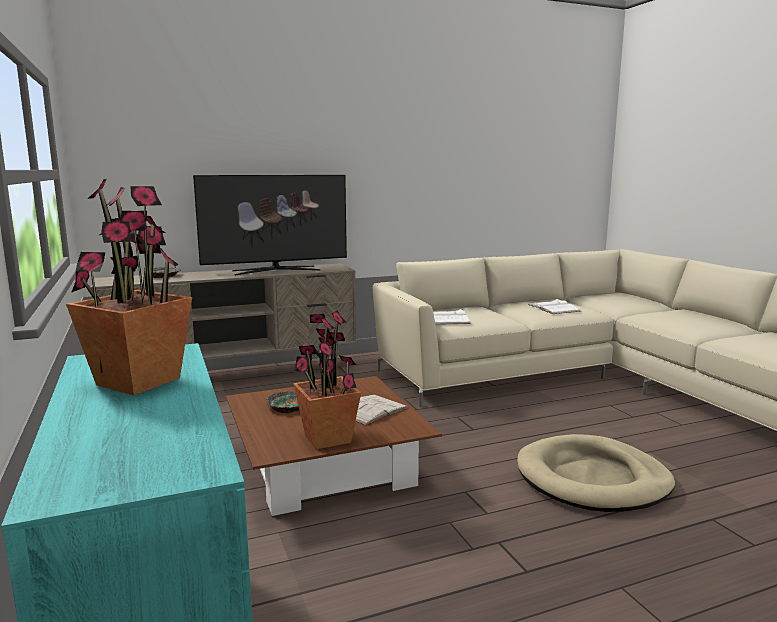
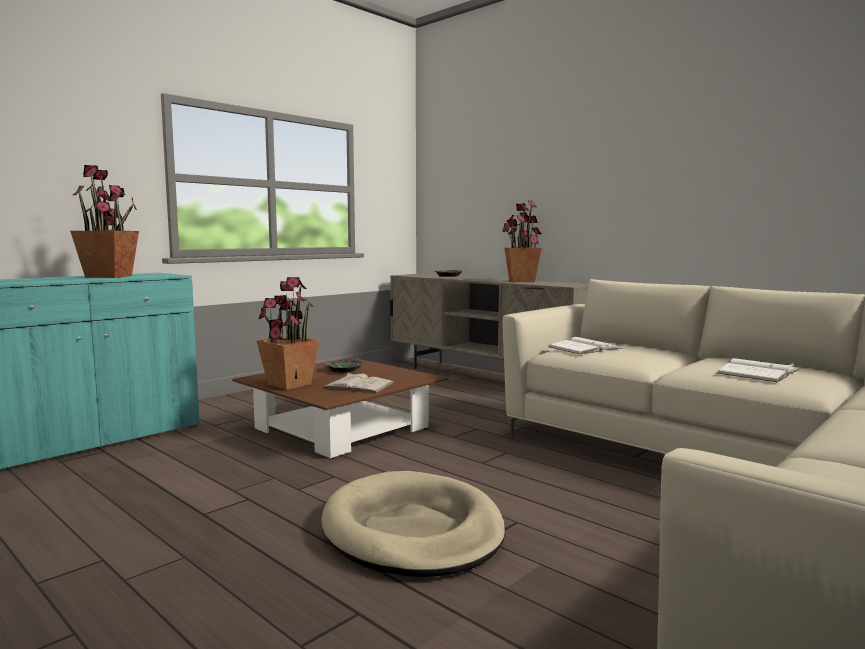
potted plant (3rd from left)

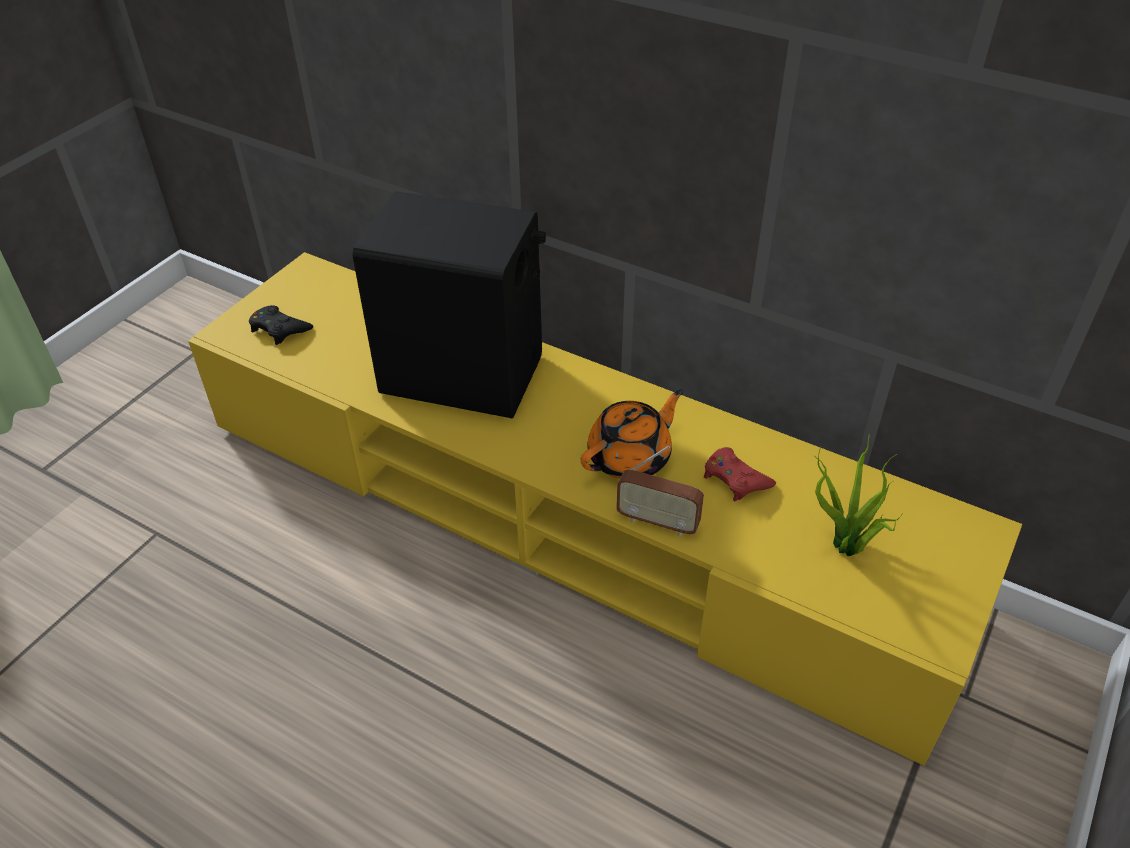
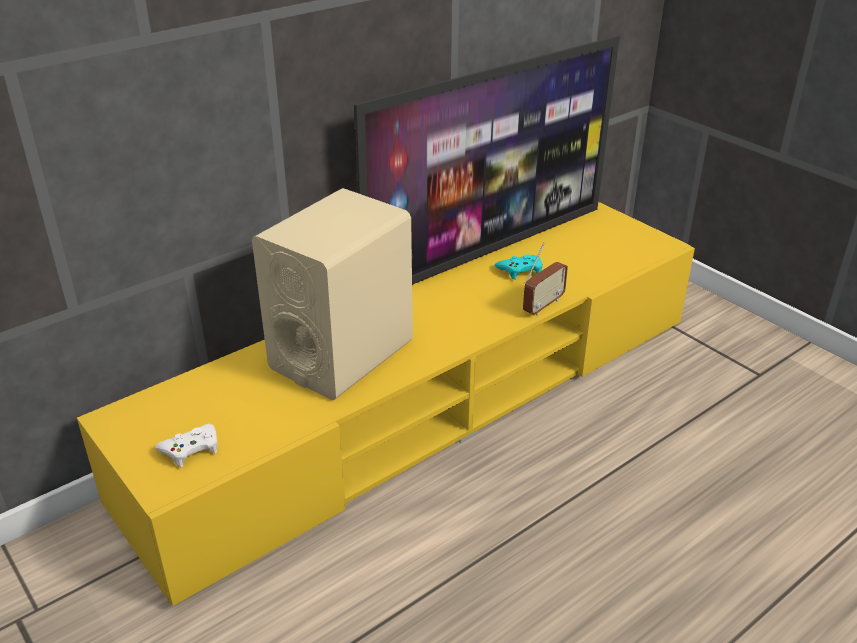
beige speaker
white game controller
orange teapot
potted plant
turquoise game controller
television

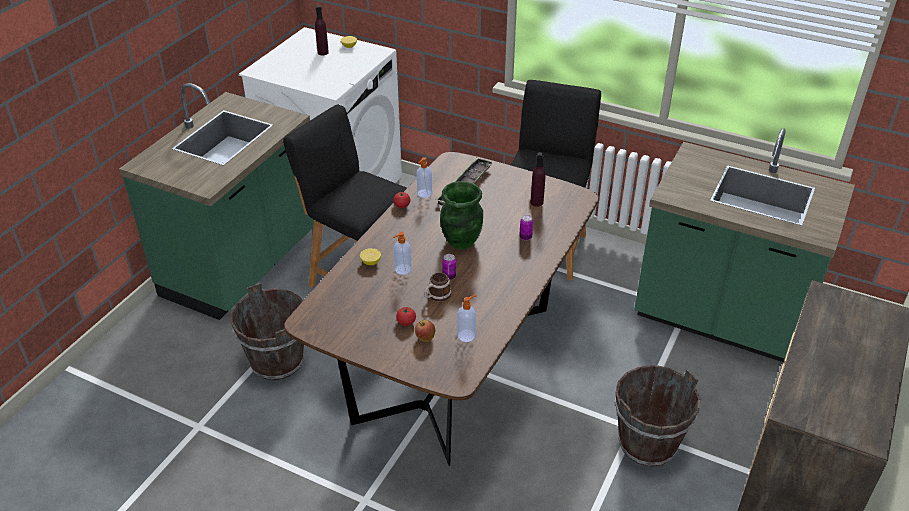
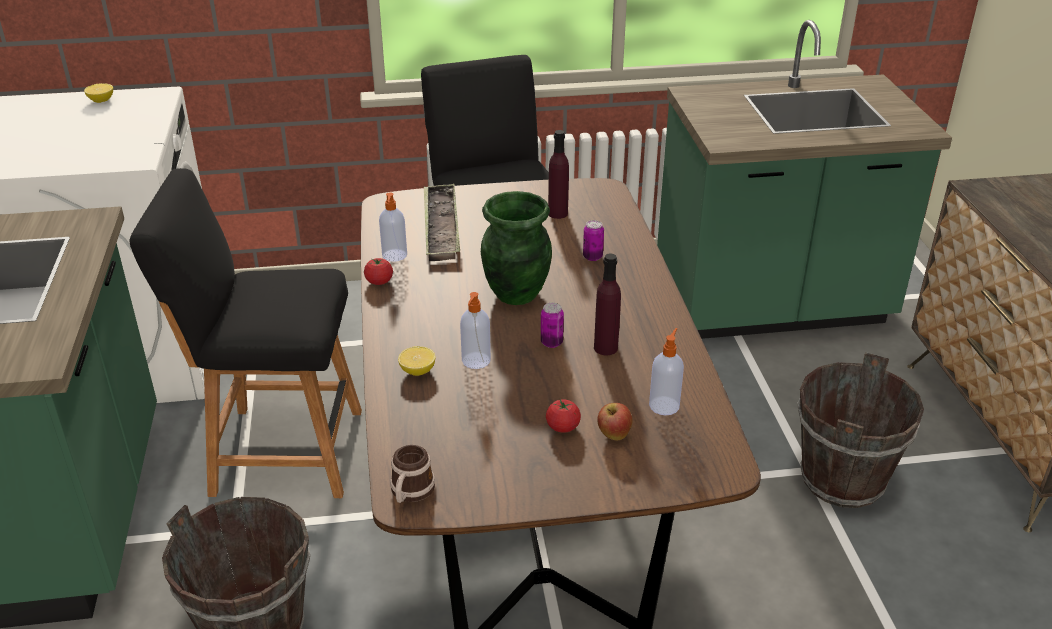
purple bottle (2nd from left)
mug

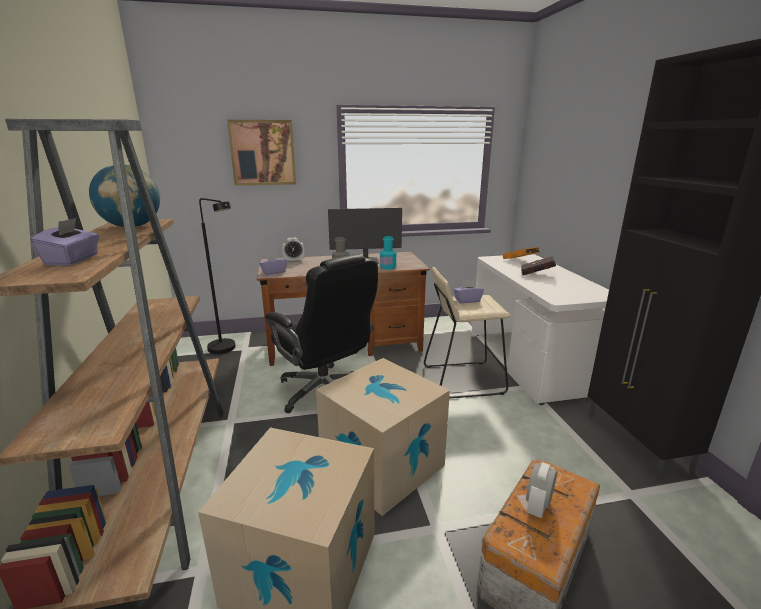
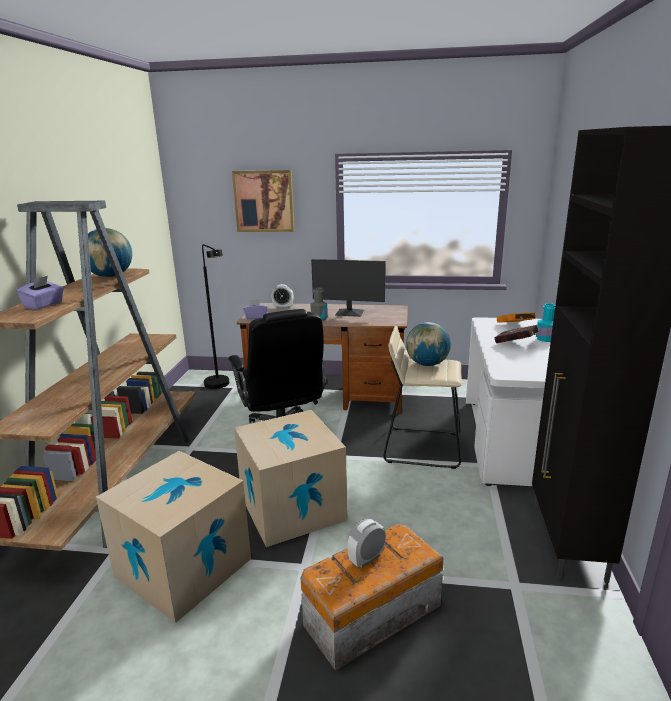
turquoise bottle
globe (2nd from left)

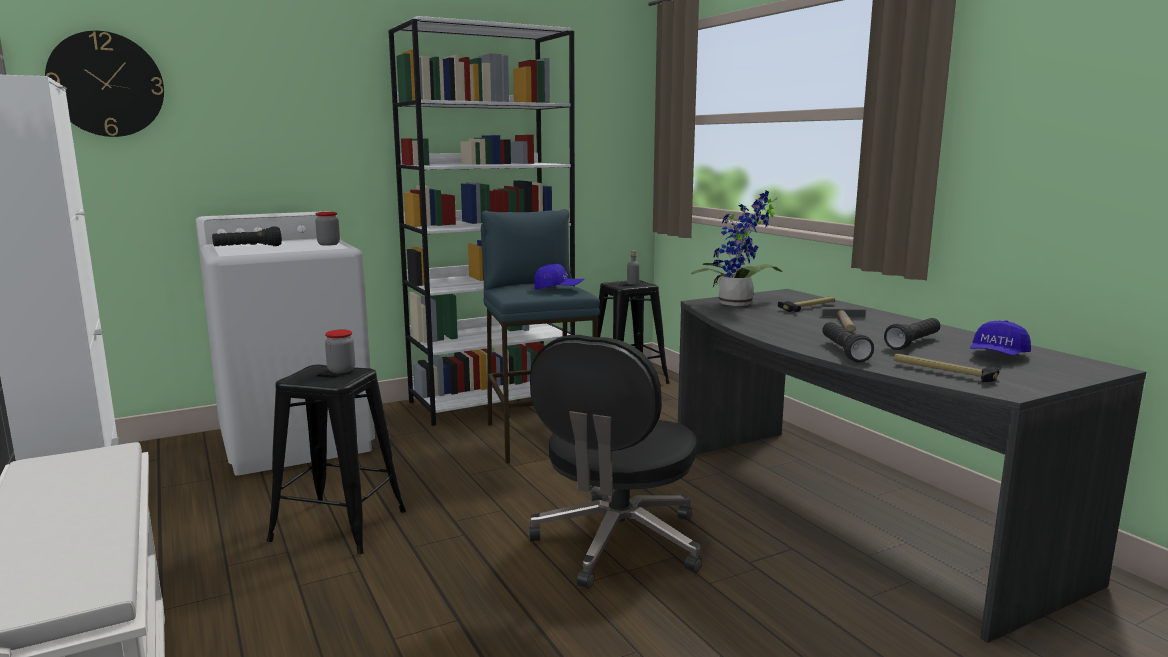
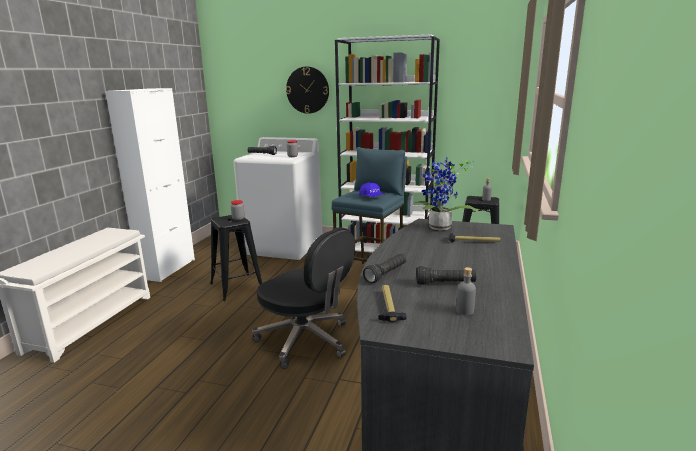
wall clock
hammer (2nd from left in the first image)
grey bottle (1st from left)
black office chair

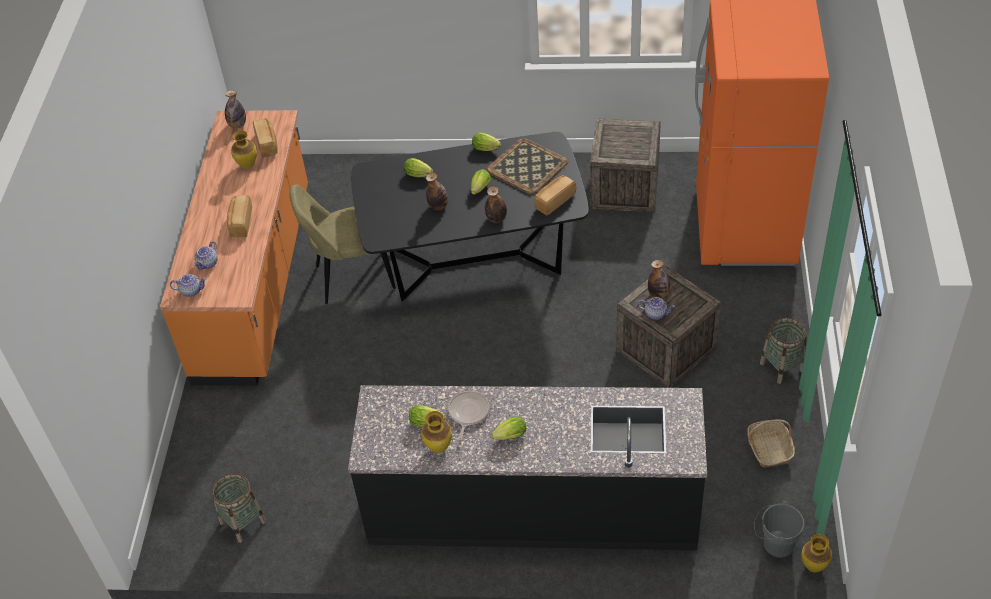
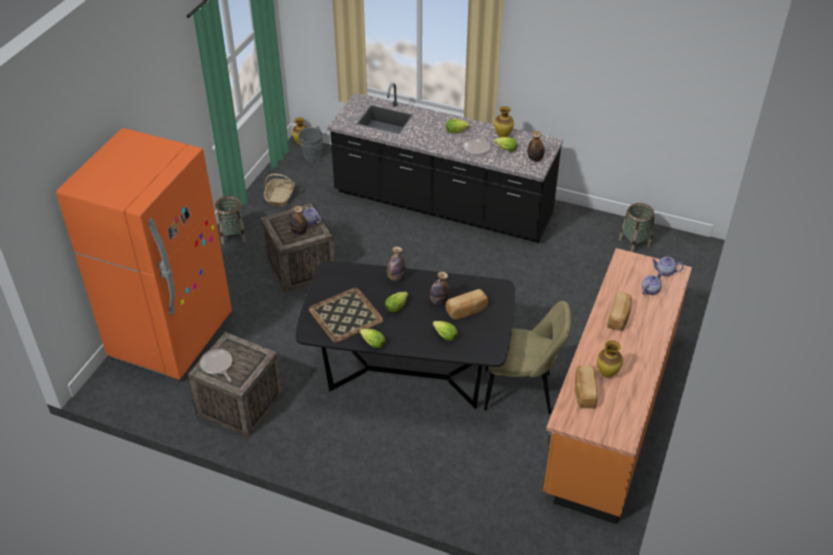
bottle (4th from left)
bread (1st from left)
frying pan (1st from left)

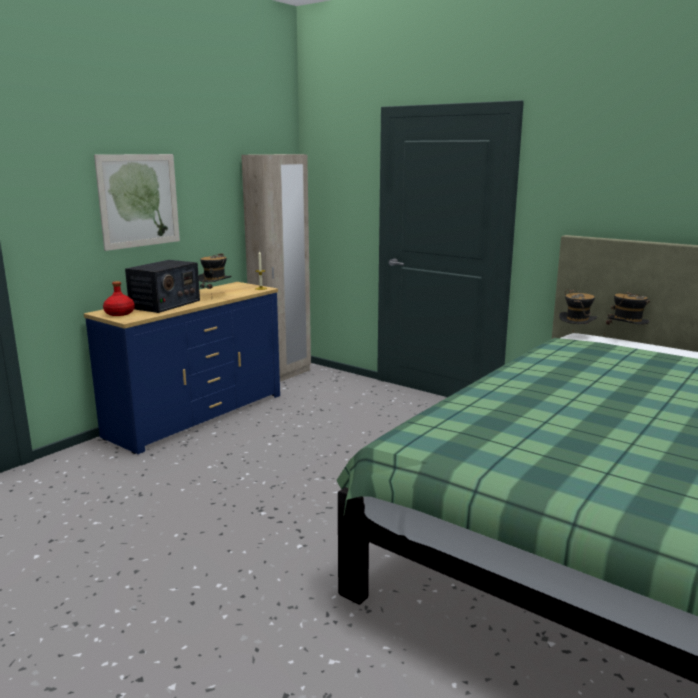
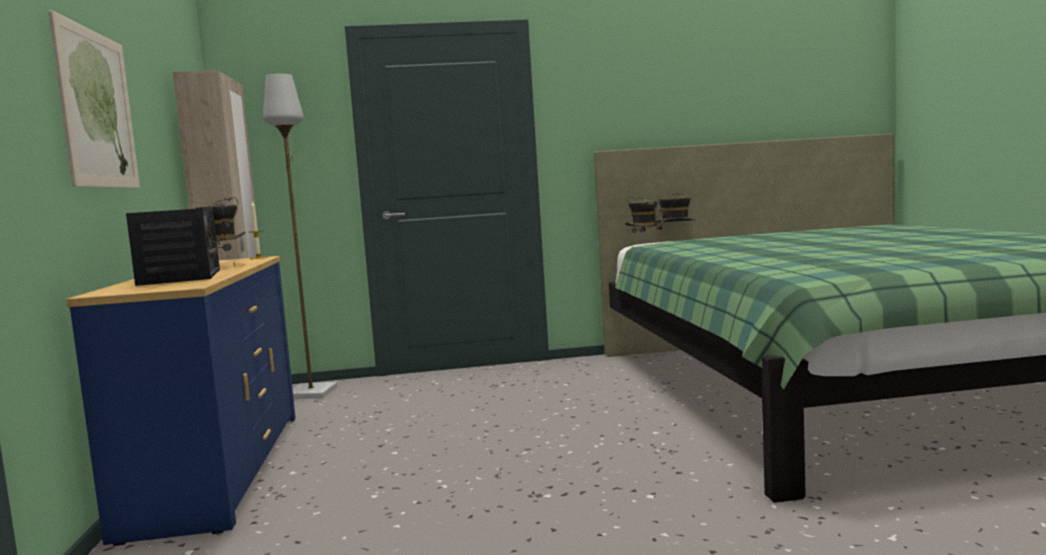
red bottle
grey floor lamp

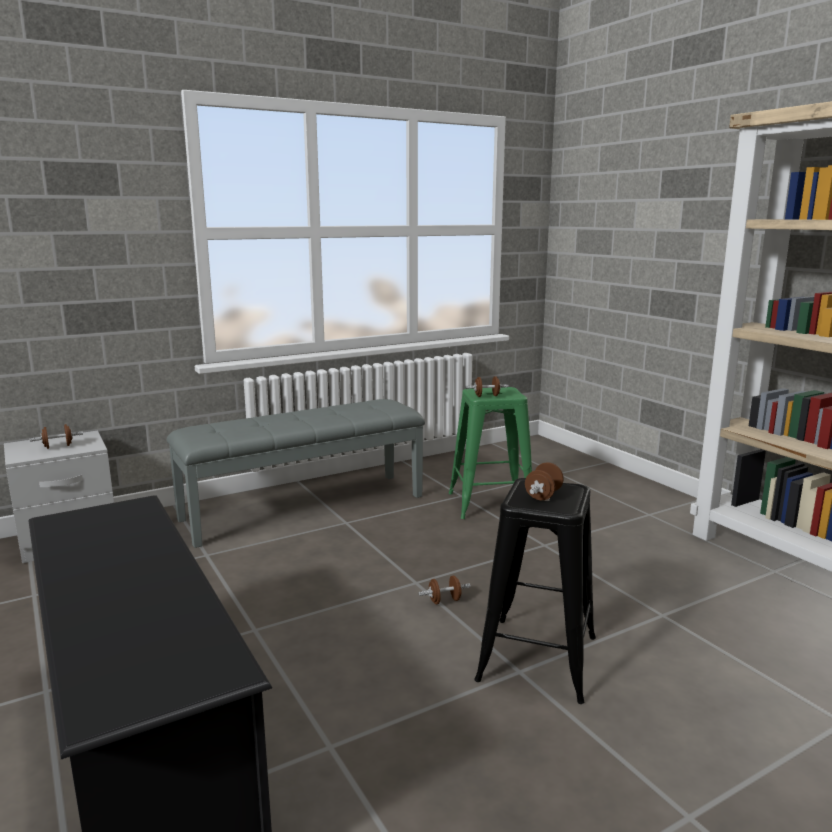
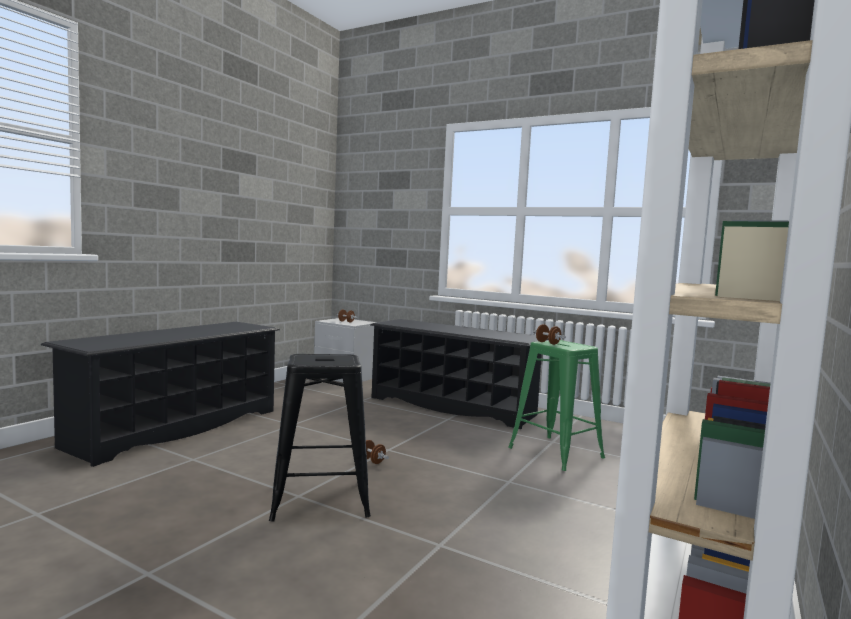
black shoe rack (2nd from left)
brown dumbbell (4th from left in the first image)

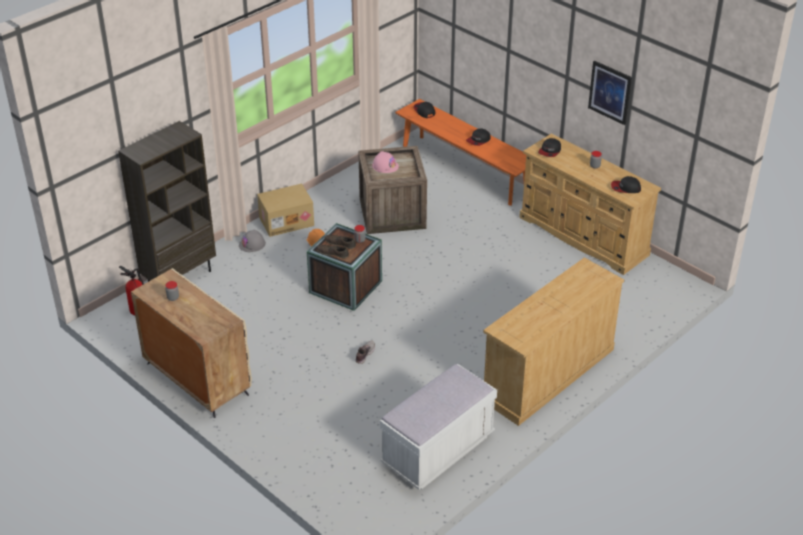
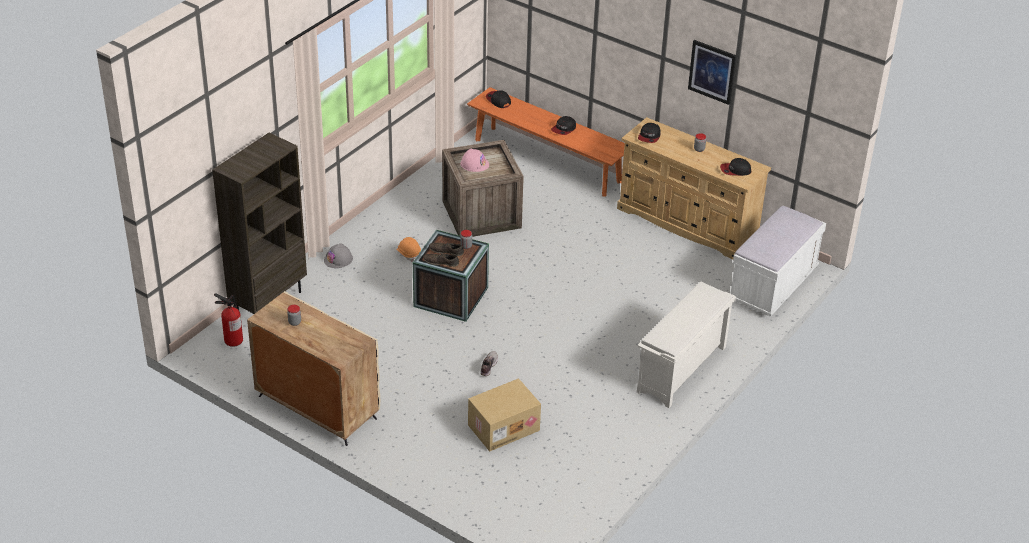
cardboard box
white shoe rack
white bench

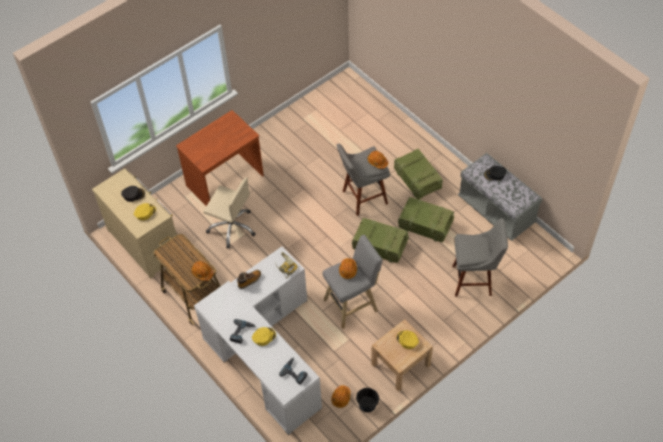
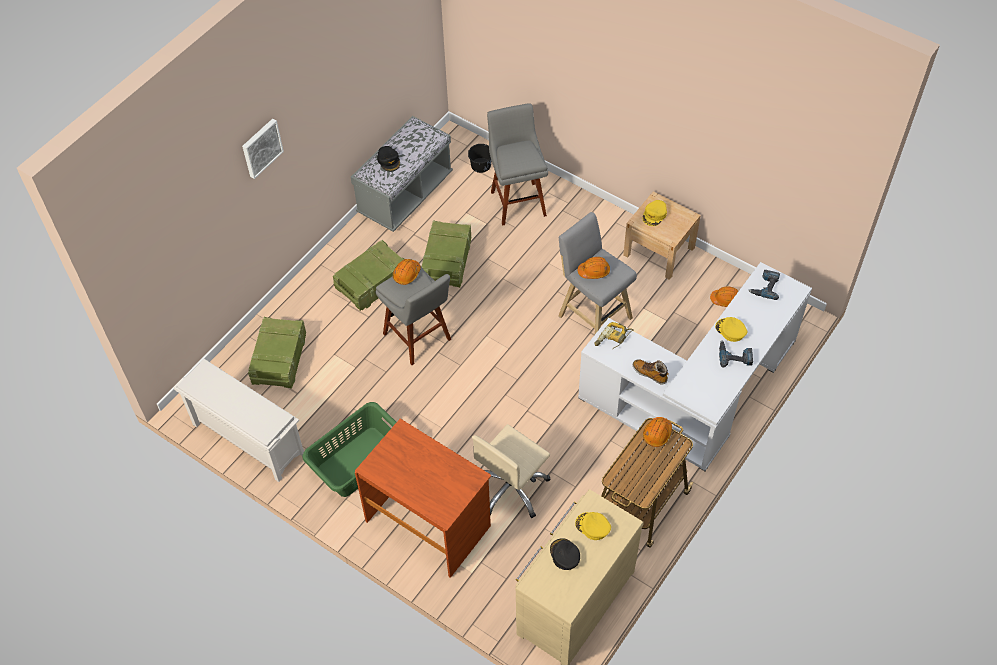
beige office chair
crate (1st from left)
black bucket
picture
white shoe rack
green laundry basket

